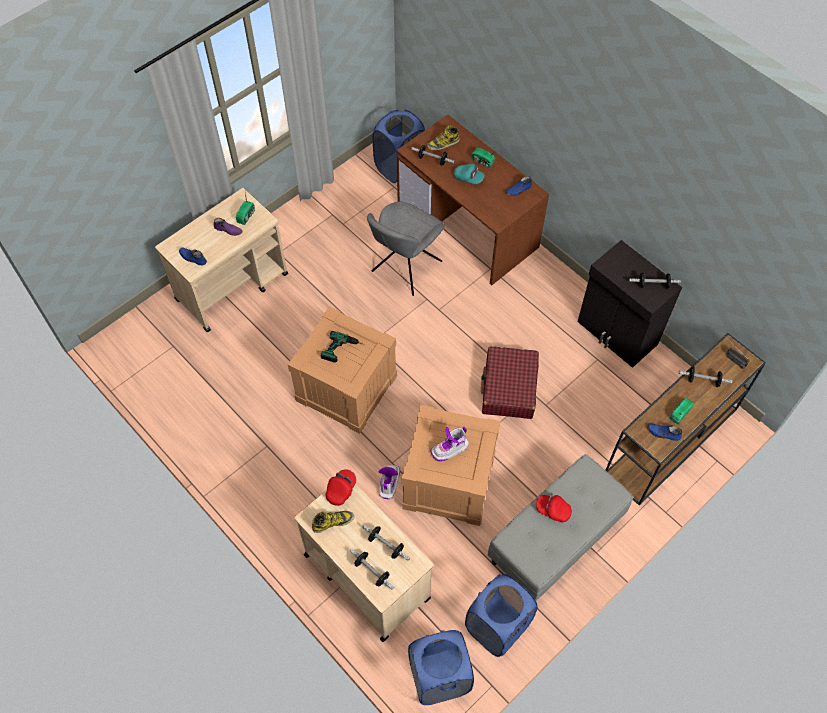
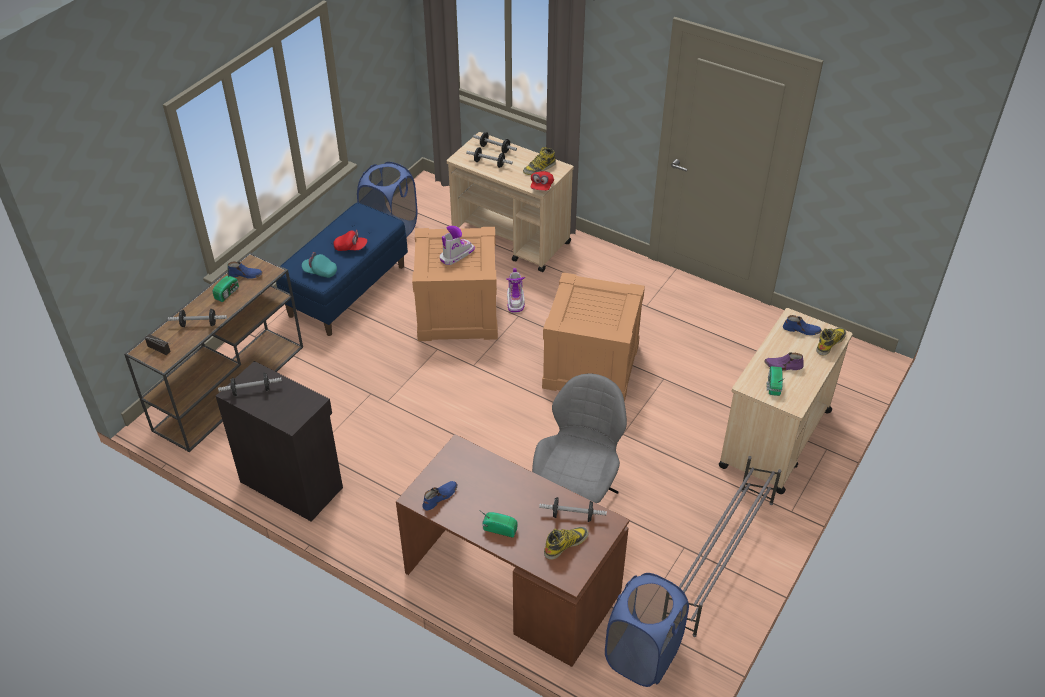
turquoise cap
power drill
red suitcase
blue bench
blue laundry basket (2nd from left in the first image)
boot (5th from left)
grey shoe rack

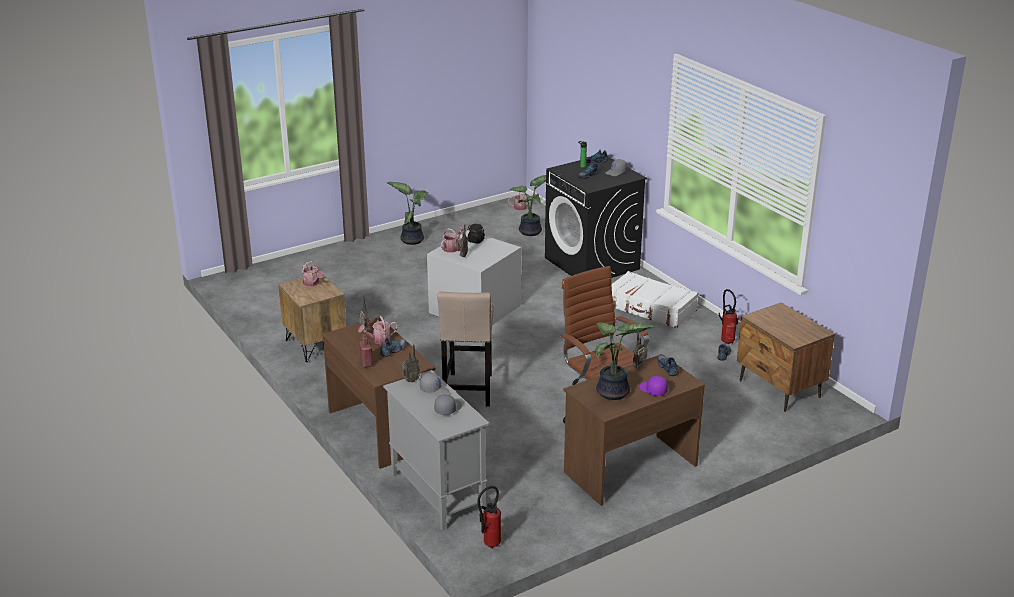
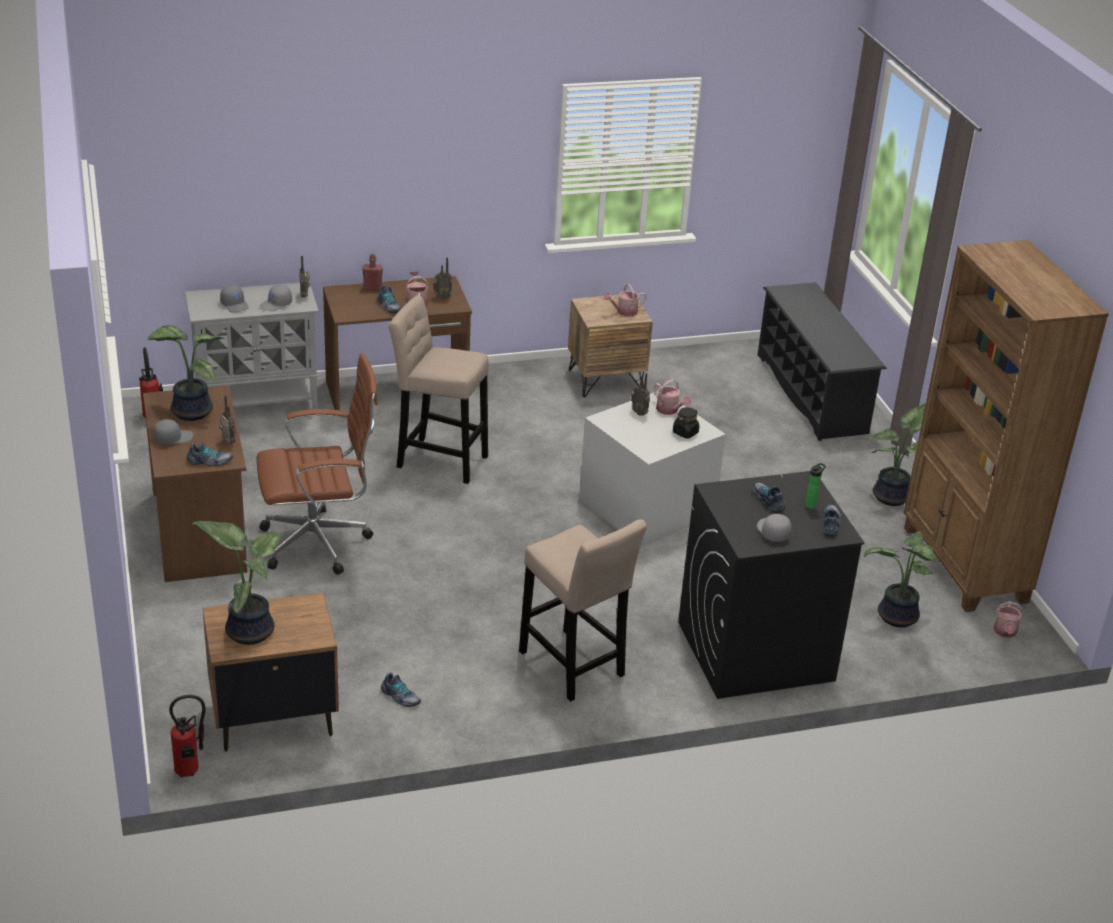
beige stool (2nd from left)
fire extinguisher (2nd from left)
grey cap (1st from left)
brown bookcase
black shoe rack
potted plant (2nd from left)

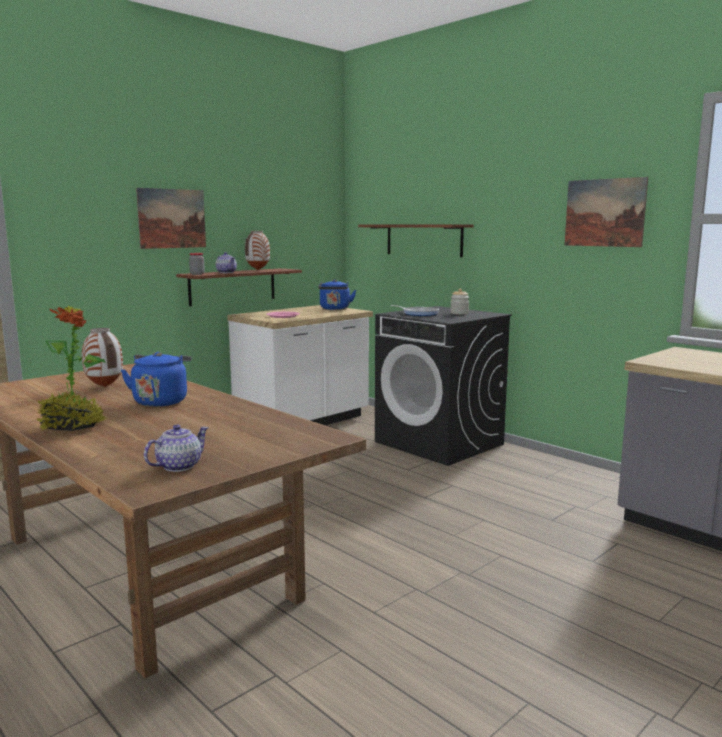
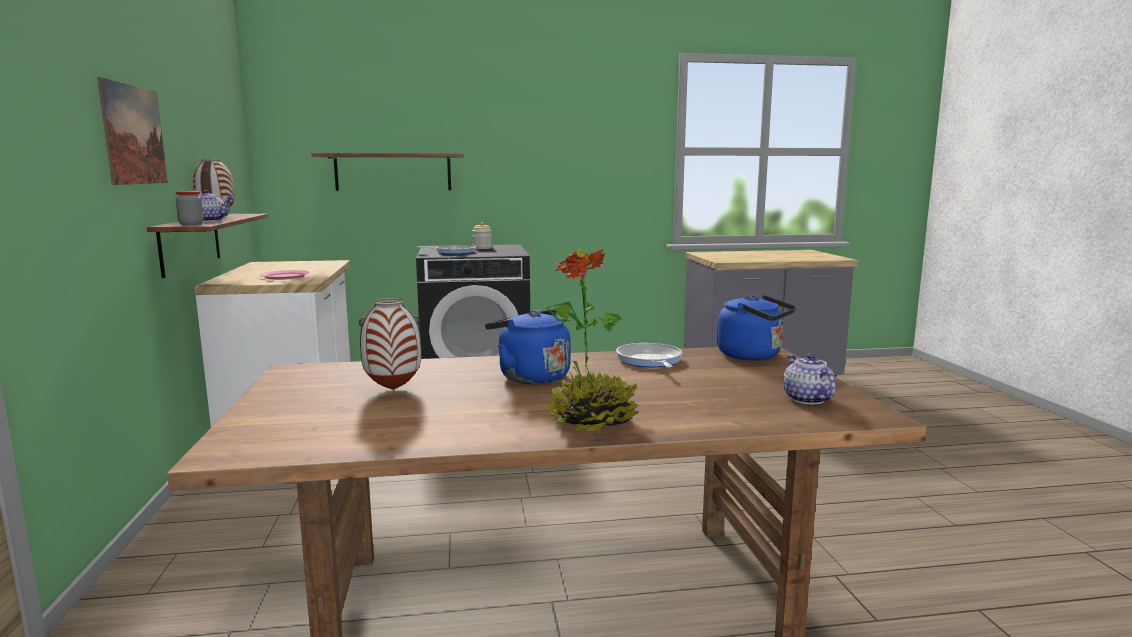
picture (2nd from left in the first image)
blue kettle (2nd from left)
frying pan (2nd from left)

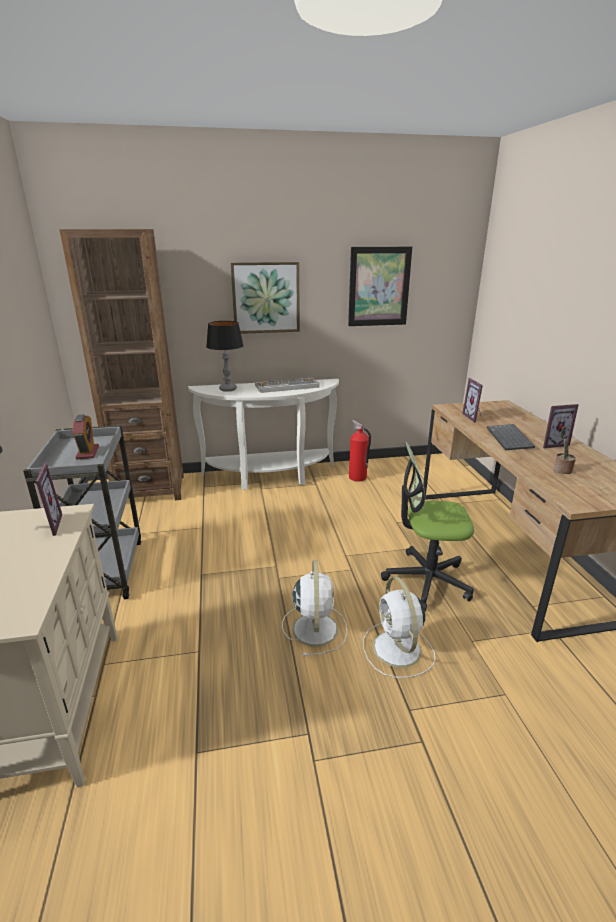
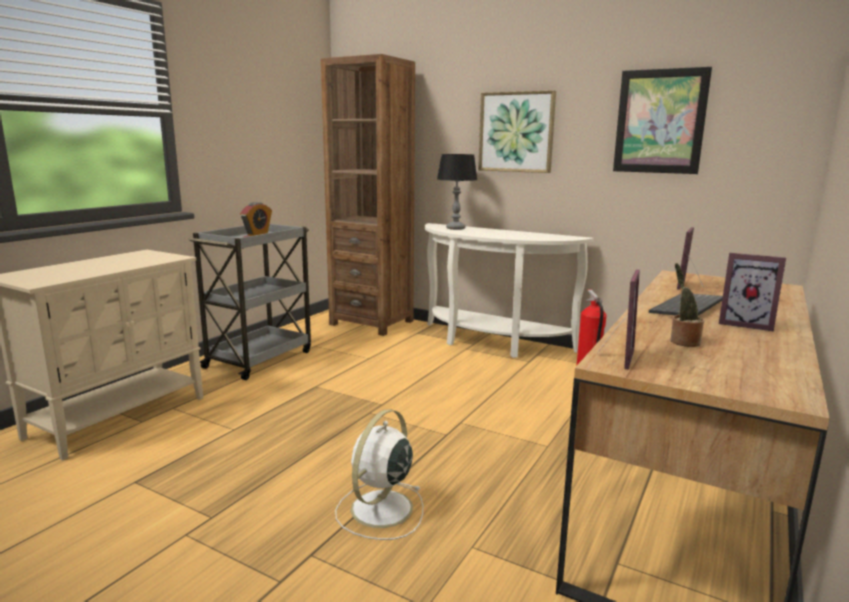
keyboard (1st from left in the first image)
office chair
picture frame (1st from left)
white fan (1st from left in the first image)

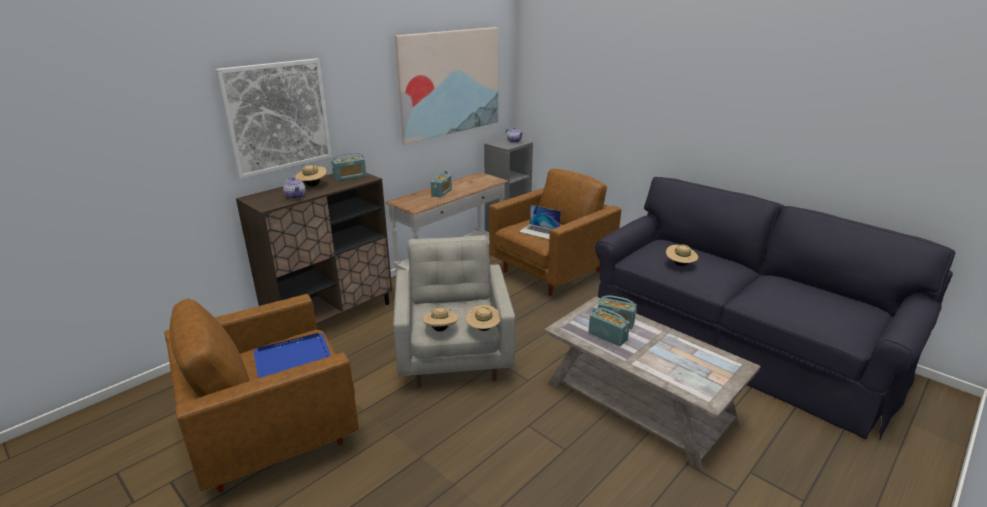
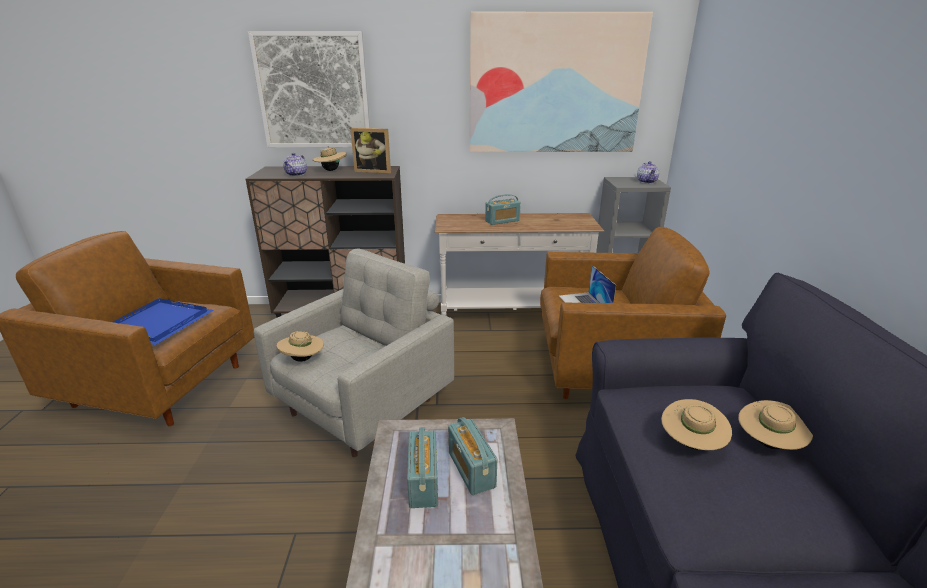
picture frame
beige hat (4th from left)

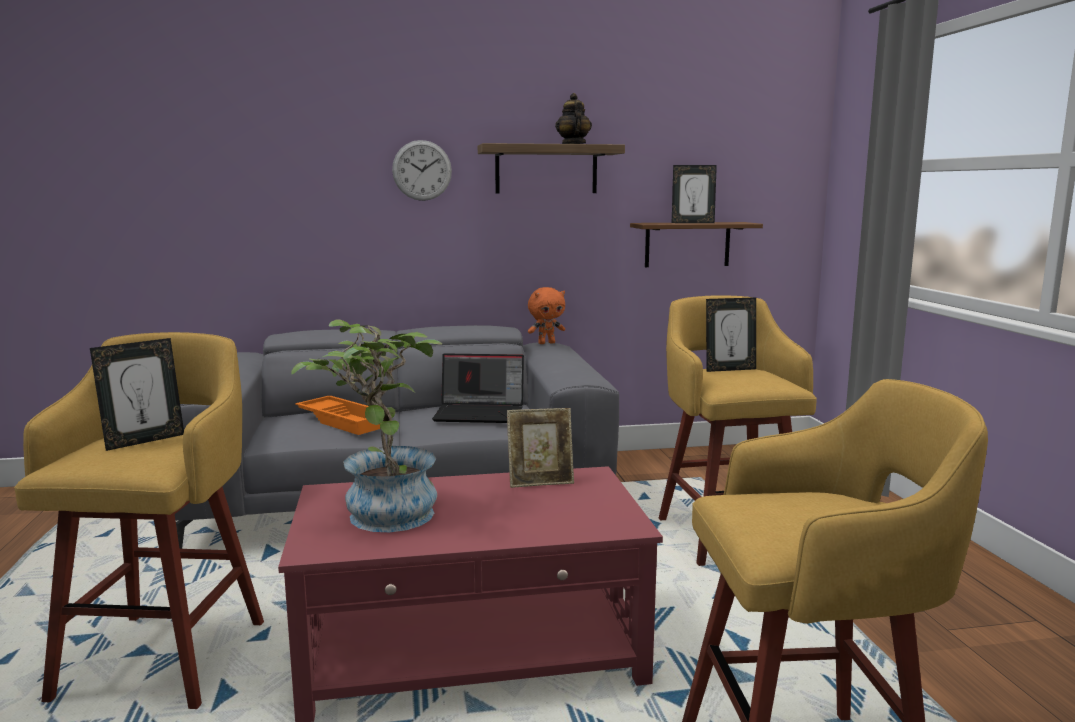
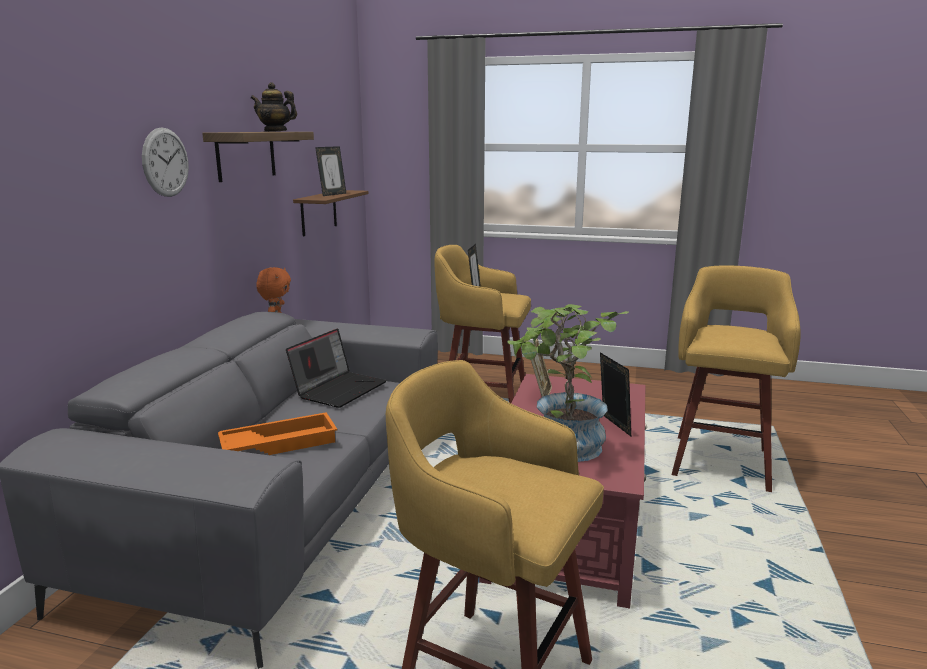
picture frame (4th from left)

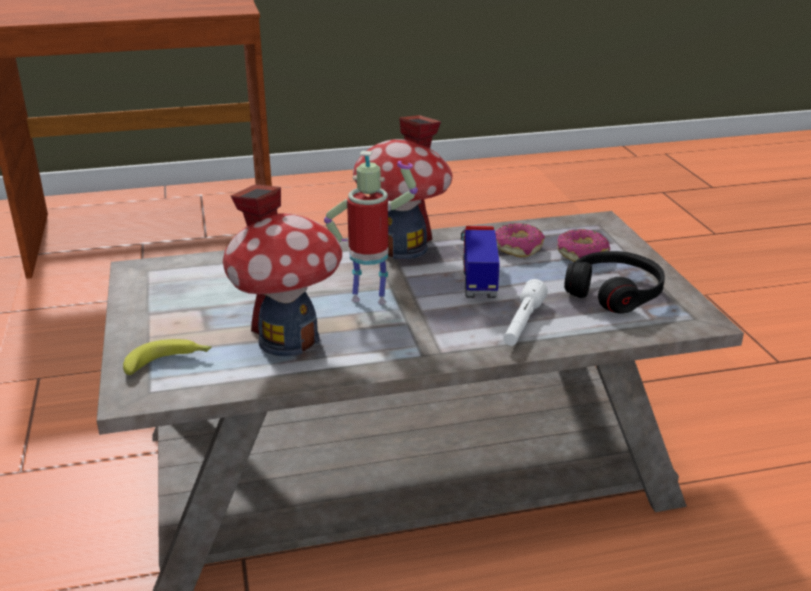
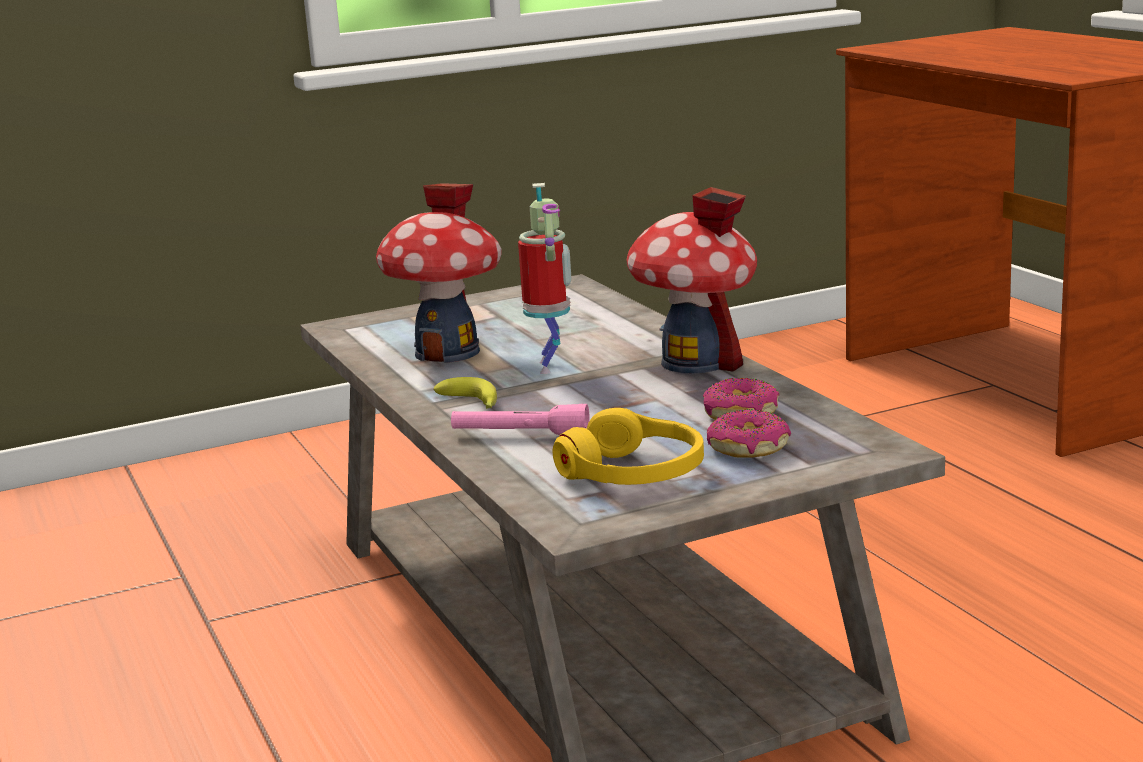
toy truck
yellow headphones
pink flashlight
banana

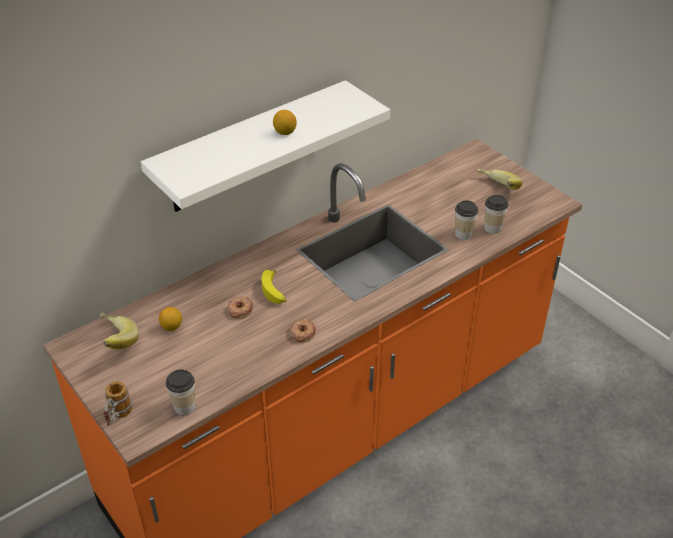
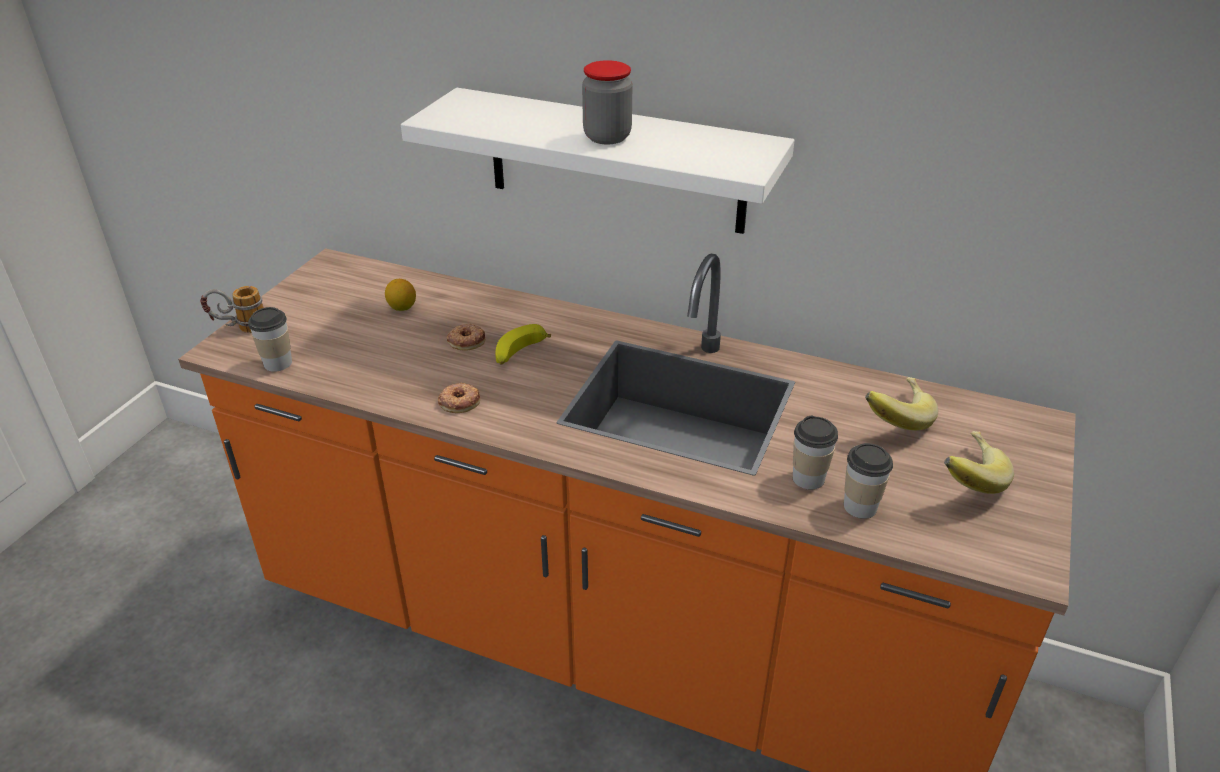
jar
banana (2nd from left)

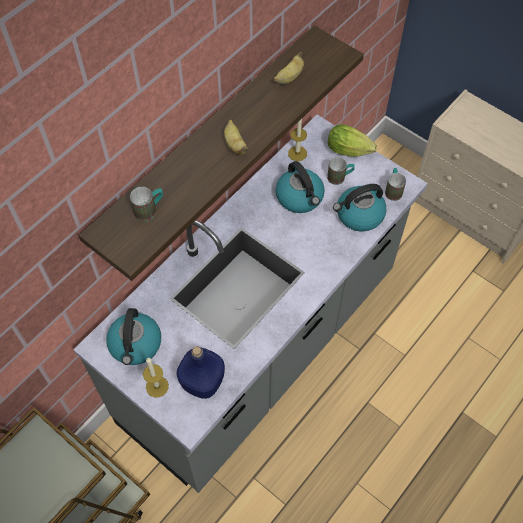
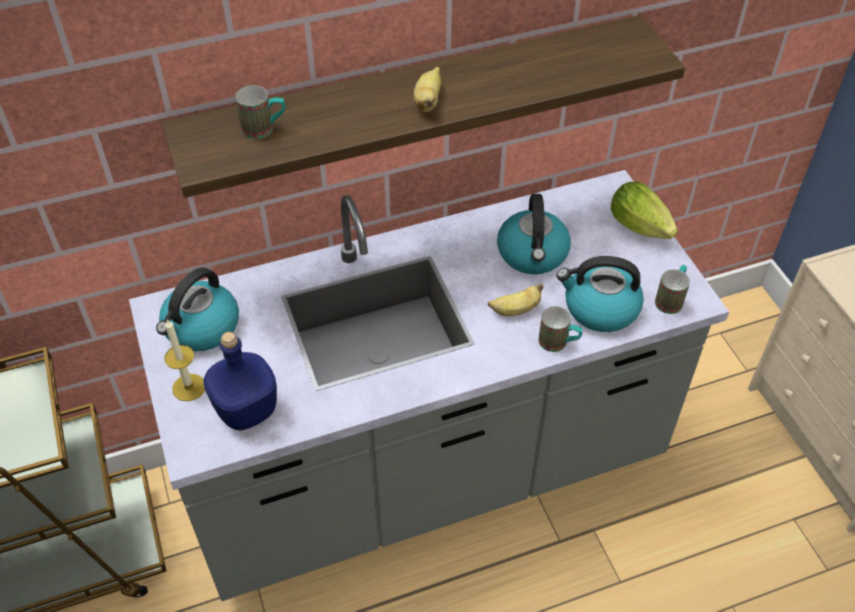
banana (2nd from left)
candle (2nd from left in the first image)
mug (2nd from left)

